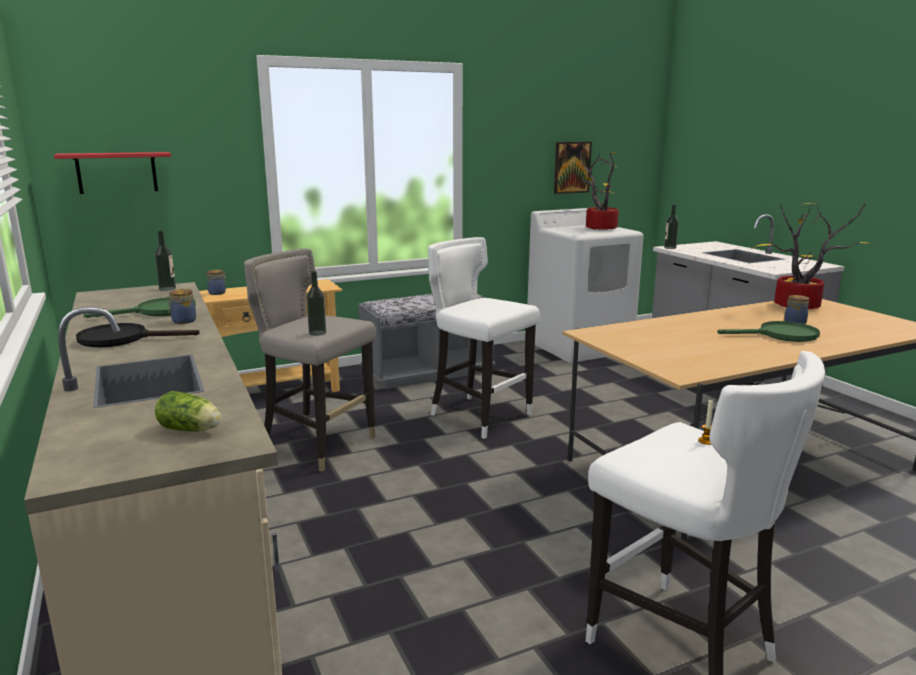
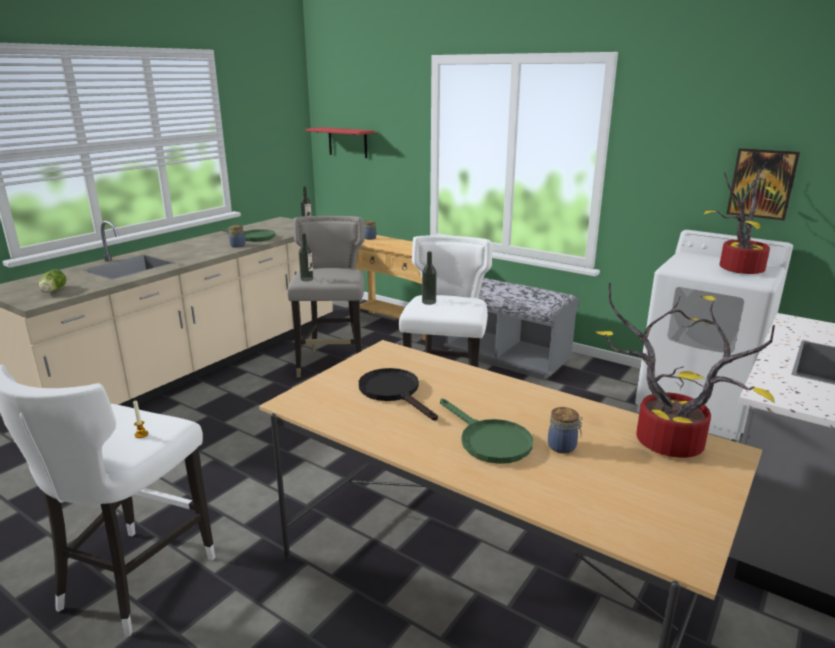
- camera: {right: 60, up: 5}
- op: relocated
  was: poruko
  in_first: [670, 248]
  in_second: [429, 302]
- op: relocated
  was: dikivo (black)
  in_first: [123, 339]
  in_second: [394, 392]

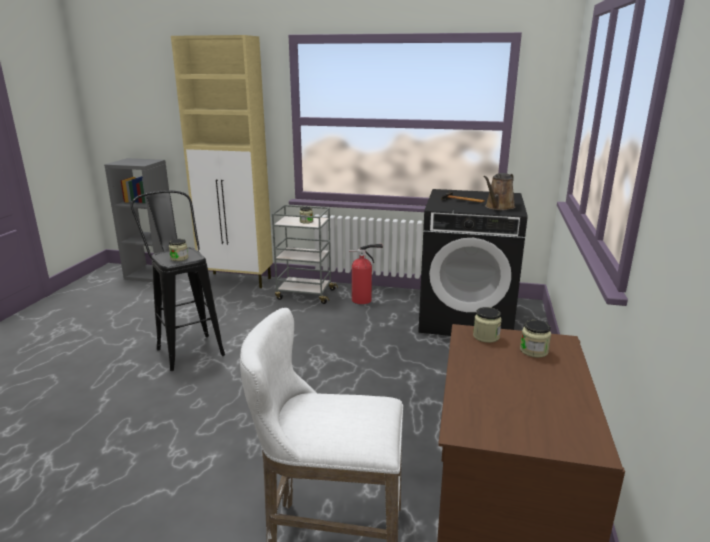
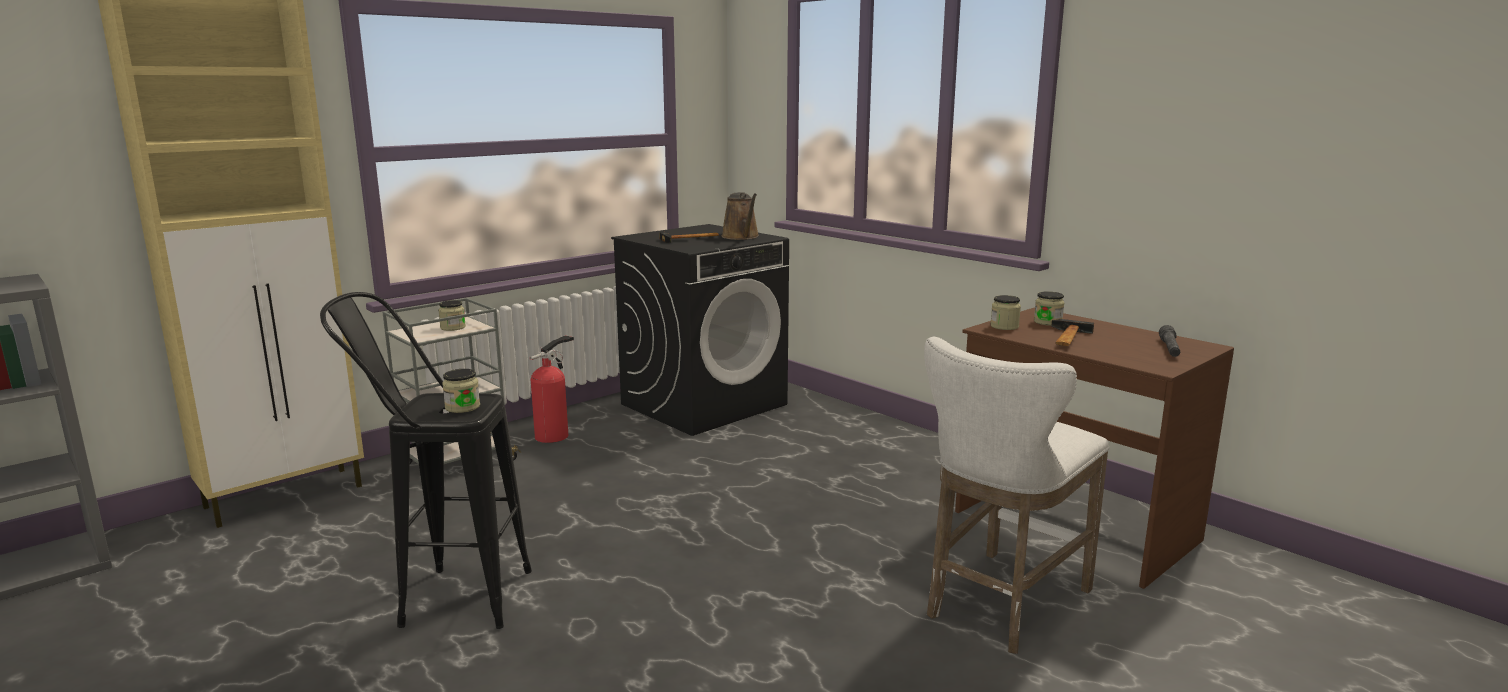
- camera: {right: -55, up: -5}
- op: appeared
  now: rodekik
  in_second: [1066, 338]
- op: appeared
  now: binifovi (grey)
  in_second: [1169, 349]

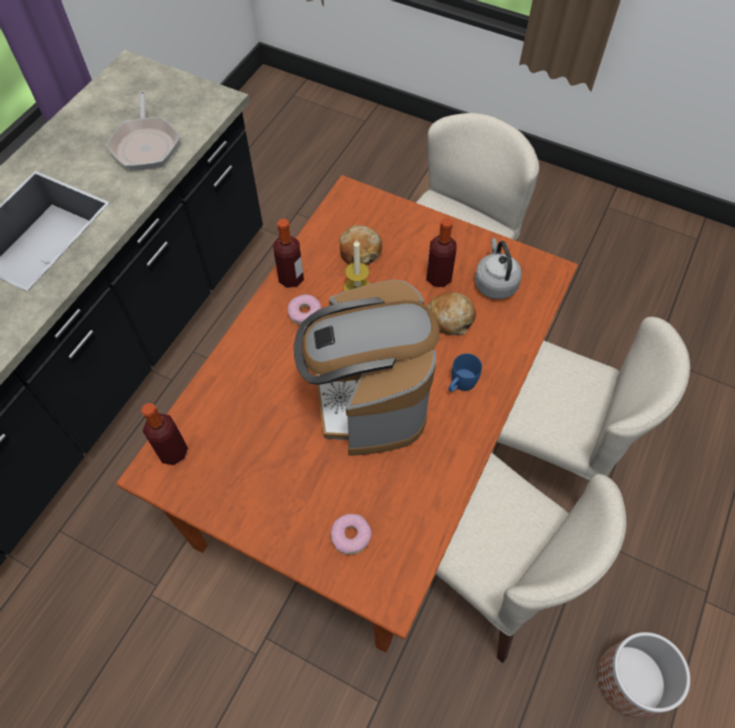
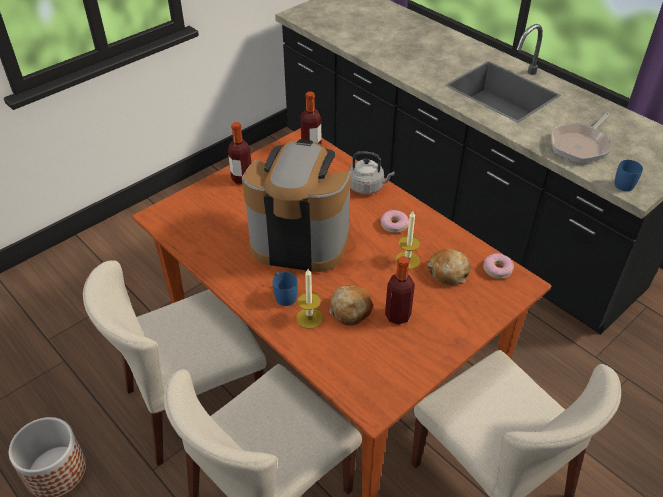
- camera: {right: 110, up: -15}
- op: spun
  was: dikivo
  in_first: [146, 145]
  in_second: [580, 145]
  clockwise: -60
- op: relocated
  was: poruko
  in_first: [291, 278]
  in_second: [242, 179]
- op: relocated
  was: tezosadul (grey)
  in_first: [495, 283]
  in_second: [367, 187]
- op: relocated
  was: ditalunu
  in_first: [351, 536]
  in_second: [497, 269]
- op: appeared
  now: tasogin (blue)
  in_second: [626, 183]
- op: appeared
  now: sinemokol
  in_second: [309, 318]

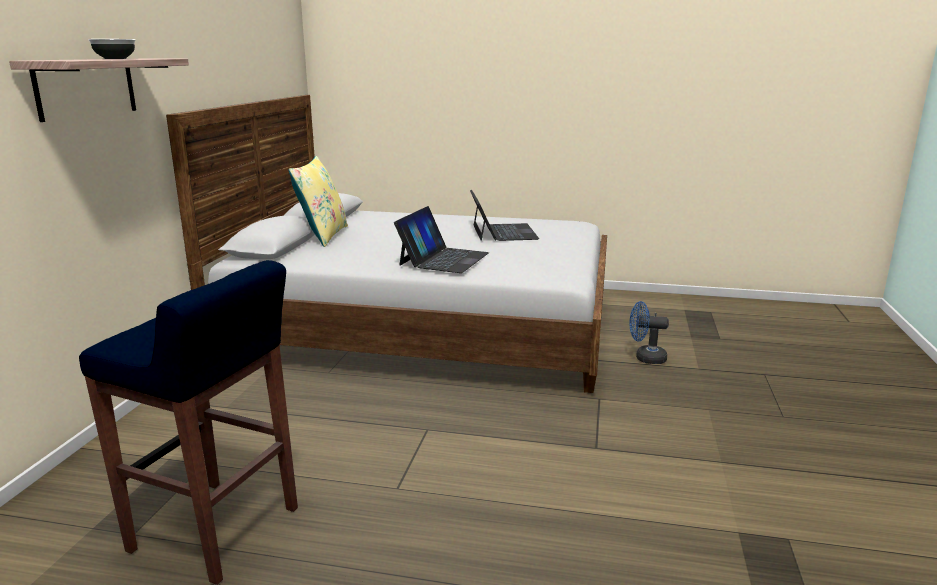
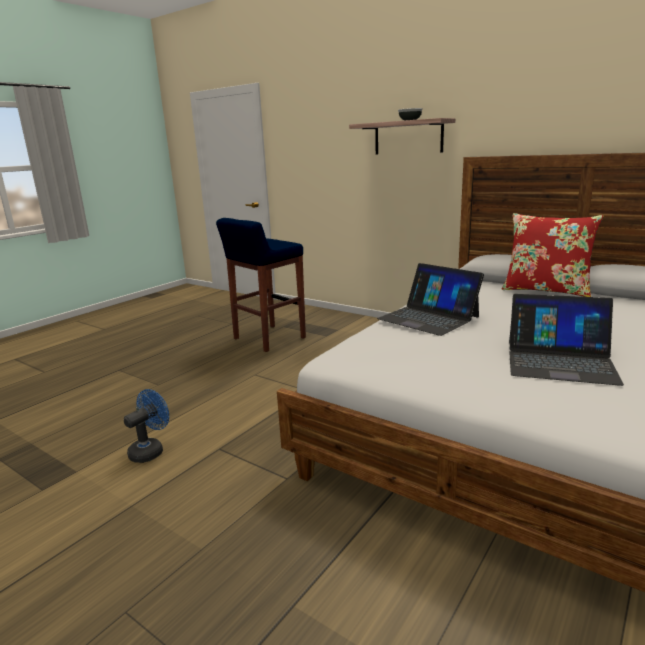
- camera: {right: 115, up: 0}
- op: colour
  was: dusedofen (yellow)
  now: dusedofen (red)
  in_first: [322, 236]
  in_second: [546, 290]
- op: relocated
  was: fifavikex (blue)
  in_first: [645, 358]
  in_second: [150, 450]

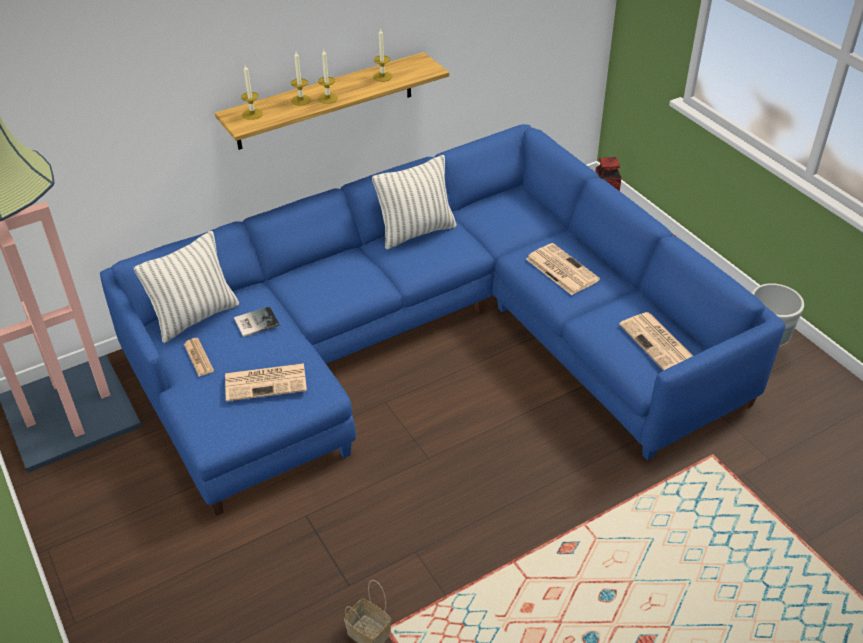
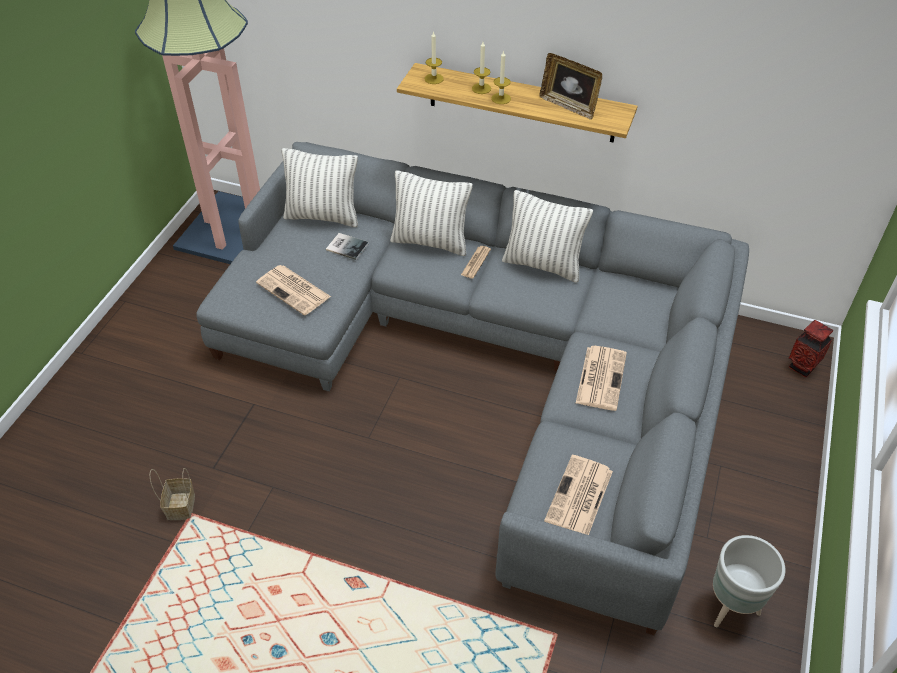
- camera: {right: 50, up: 5}
- op: exchanged
  was: sinemokol
  now: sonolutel
  in_first: [382, 76]
  in_second: [568, 106]
- op: colour
  was: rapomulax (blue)
  now: rapomulax (grey)
  in_first: [432, 338]
  in_second: [494, 361]
- op: relocated
  was: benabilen
  in_first: [198, 357]
  in_second: [475, 262]
- op: appeared
  now: dusedofen
  in_second: [430, 242]

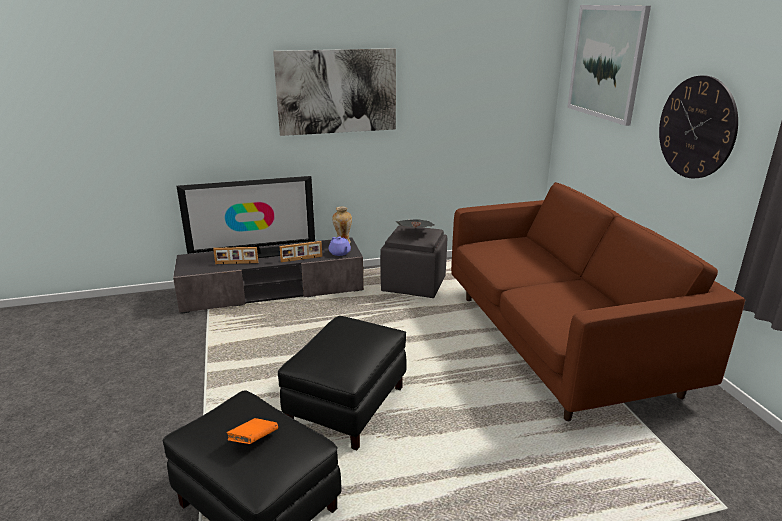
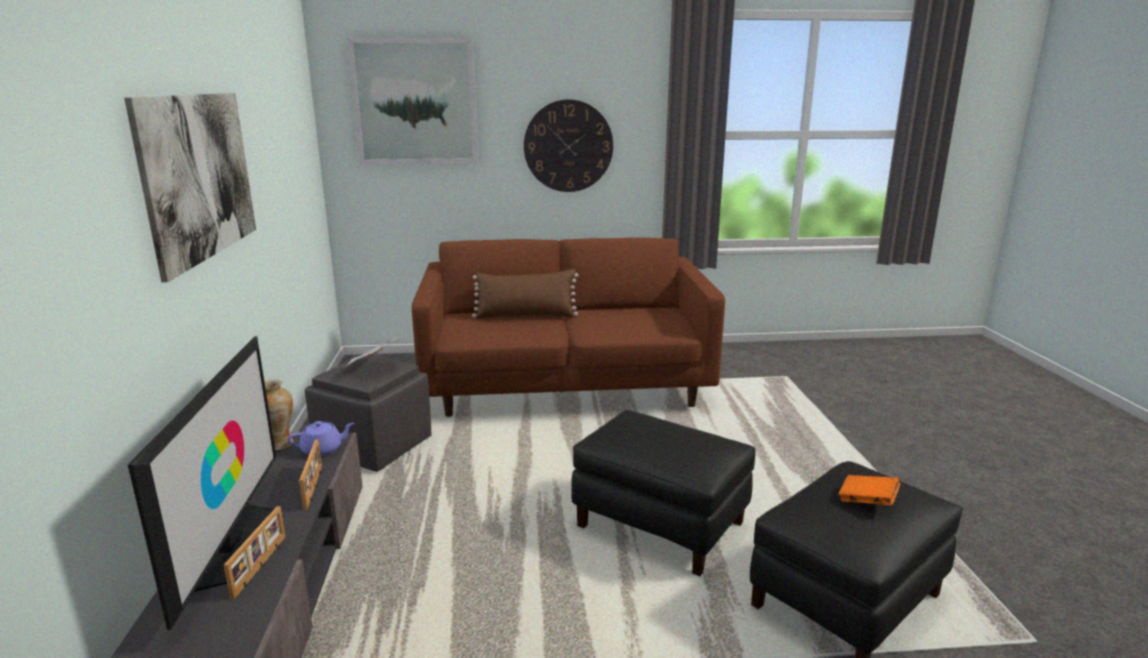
- camera: {right: -80, up: -5}
- op: appeared
  now: dusedofen (brown)
  in_second: [526, 316]

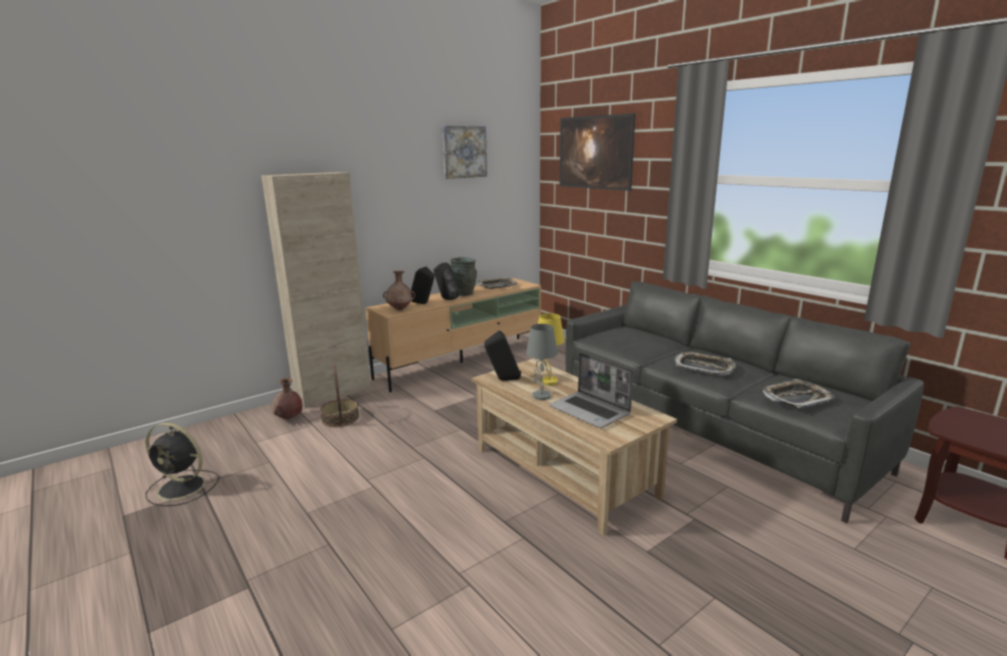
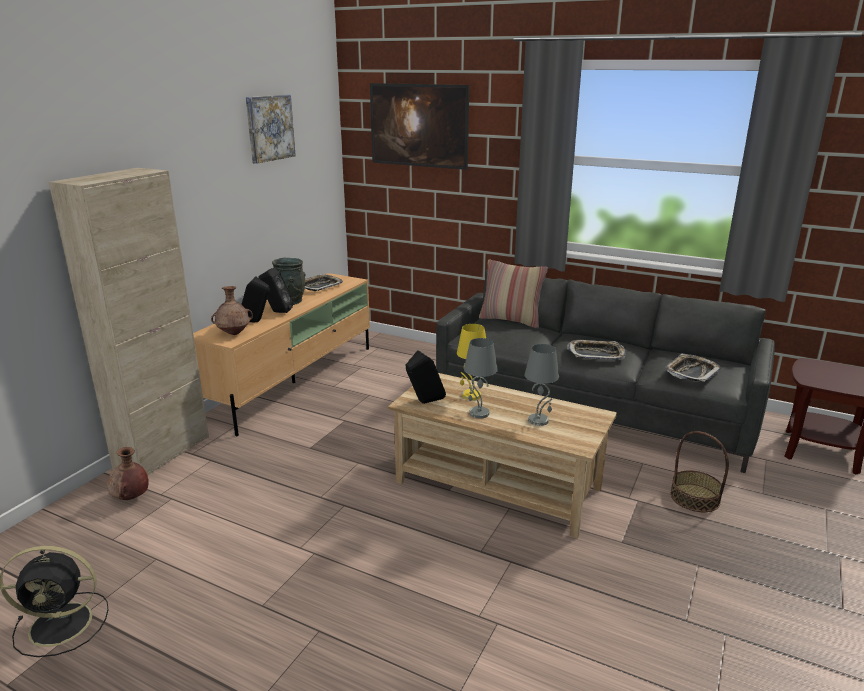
- camera: {right: -25, up: 5}
- op: exchanged
  was: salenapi
  now: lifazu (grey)
  in_first: [590, 411]
  in_second: [539, 420]
- op: relocated
  was: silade
  in_first: [340, 418]
  in_second: [695, 497]
- op: appeared
  now: dusedofen
  in_second: [511, 320]

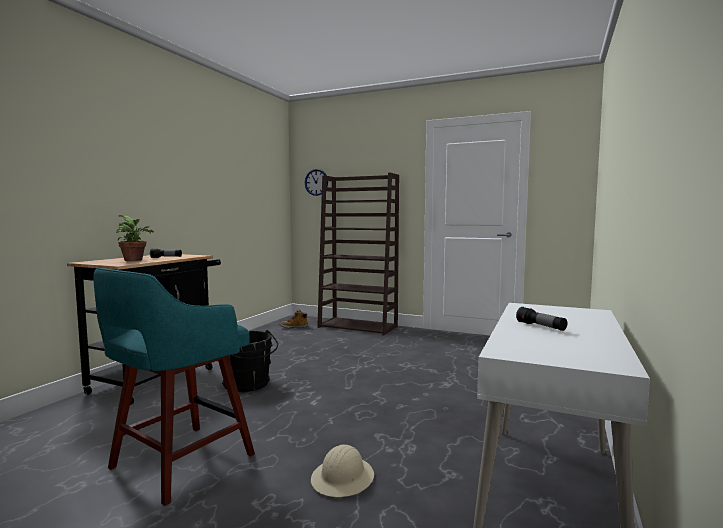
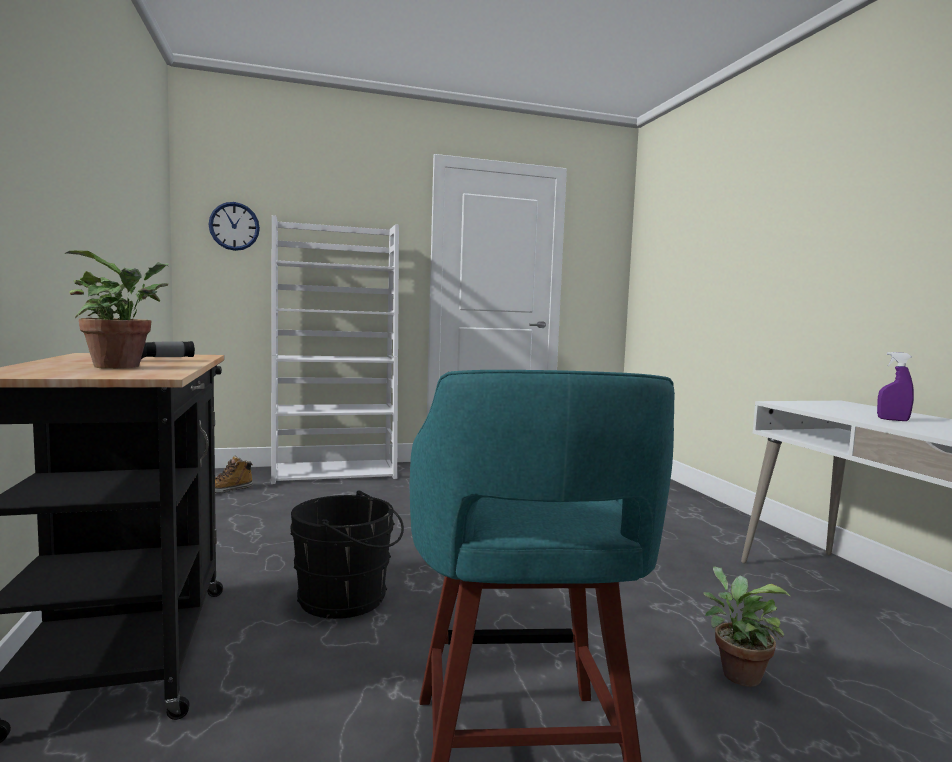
- camera: {right: -40, up: 0}
- op: colour
  was: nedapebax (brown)
  now: nedapebax (white)
  in_first: [358, 326]
  in_second: [335, 472]
- op: exchanged
  was: binifovi
  now: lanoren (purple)
  in_first: [541, 327]
  in_second: [893, 420]
- op: exchanged
  was: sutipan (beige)
  now: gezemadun
  in_first: [343, 478]
  in_second: [736, 673]

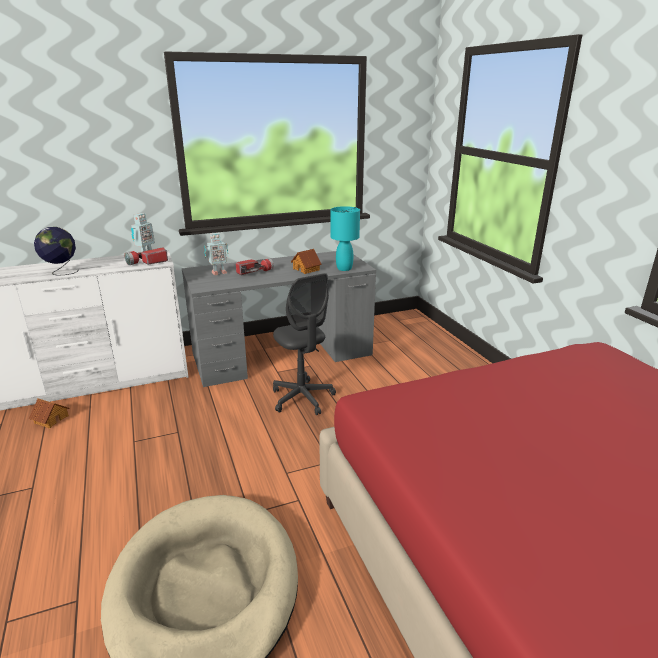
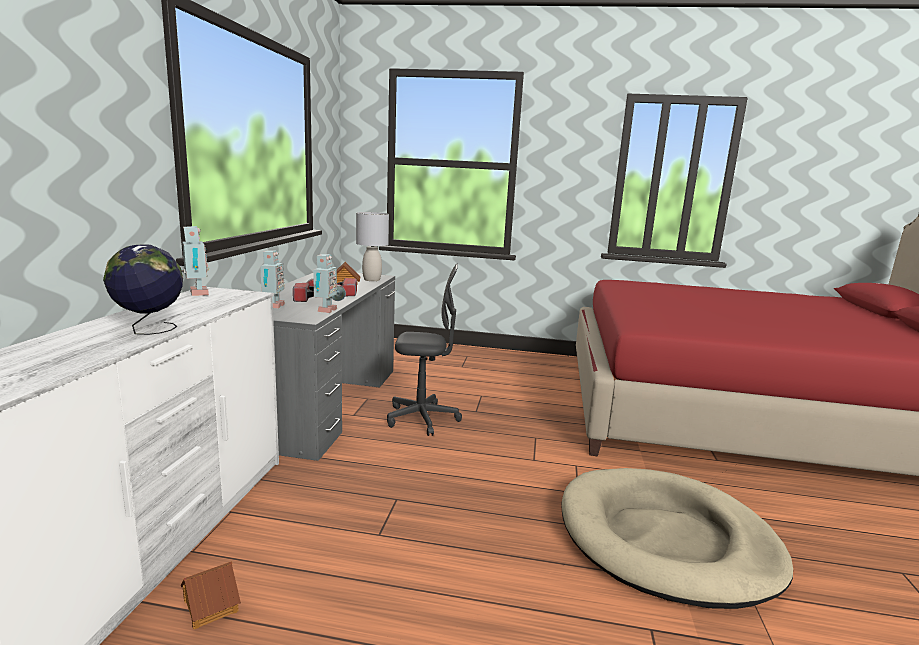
- camera: {right: -60, up: -10}
- op: colour
  was: lifazu (turquoise)
  now: lifazu (grey)
  in_first: [344, 268]
  in_second: [372, 279]
- op: relocated
  was: binifovi
  in_first: [147, 262]
  in_second: [343, 296]
- op: appeared
  now: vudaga
  in_second: [325, 310]

